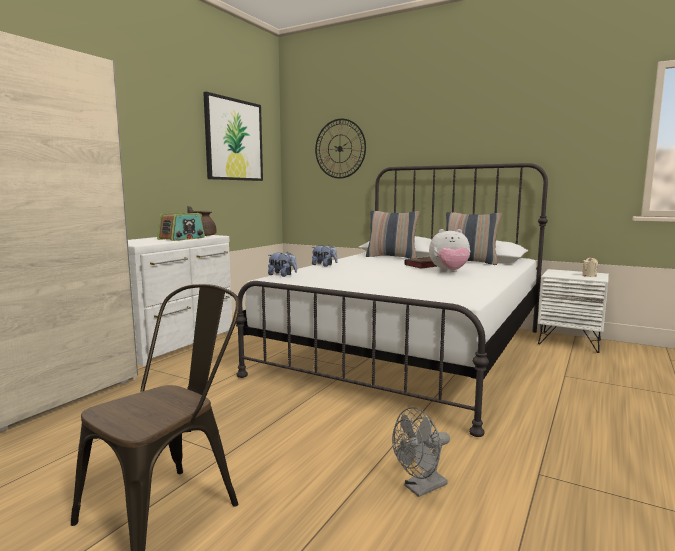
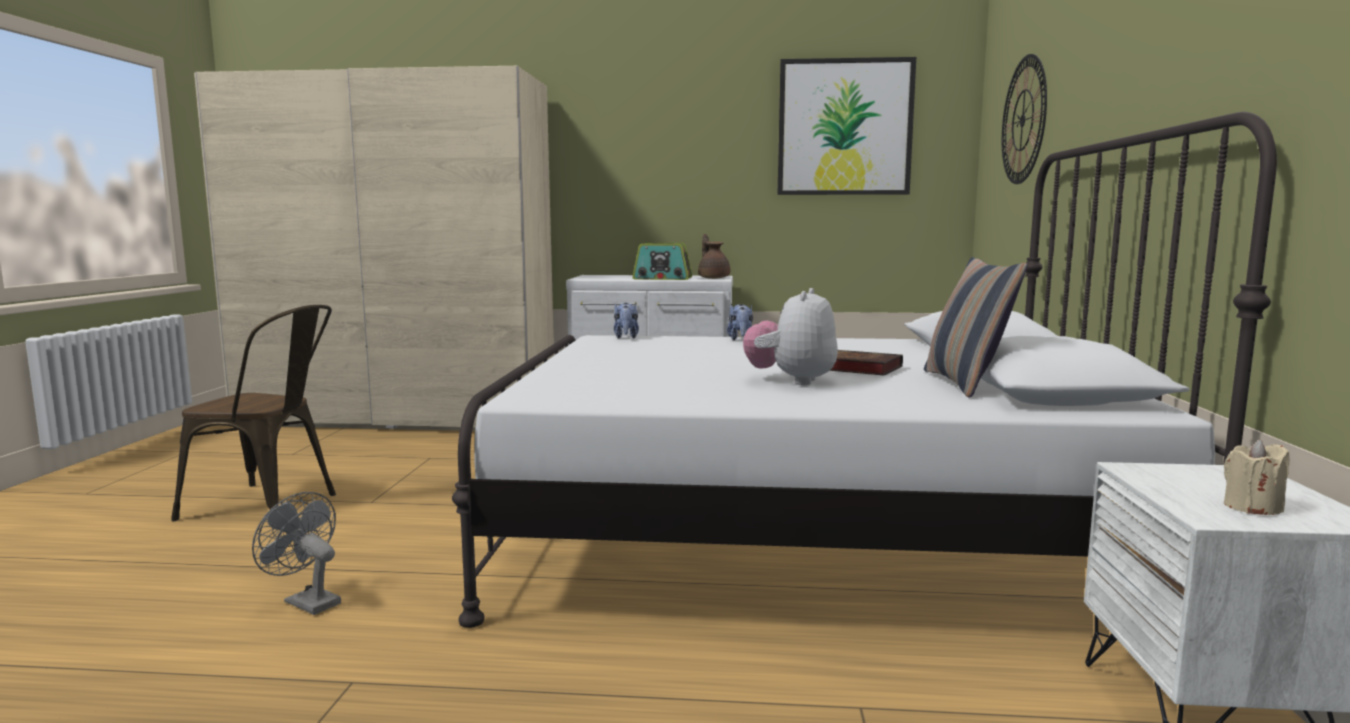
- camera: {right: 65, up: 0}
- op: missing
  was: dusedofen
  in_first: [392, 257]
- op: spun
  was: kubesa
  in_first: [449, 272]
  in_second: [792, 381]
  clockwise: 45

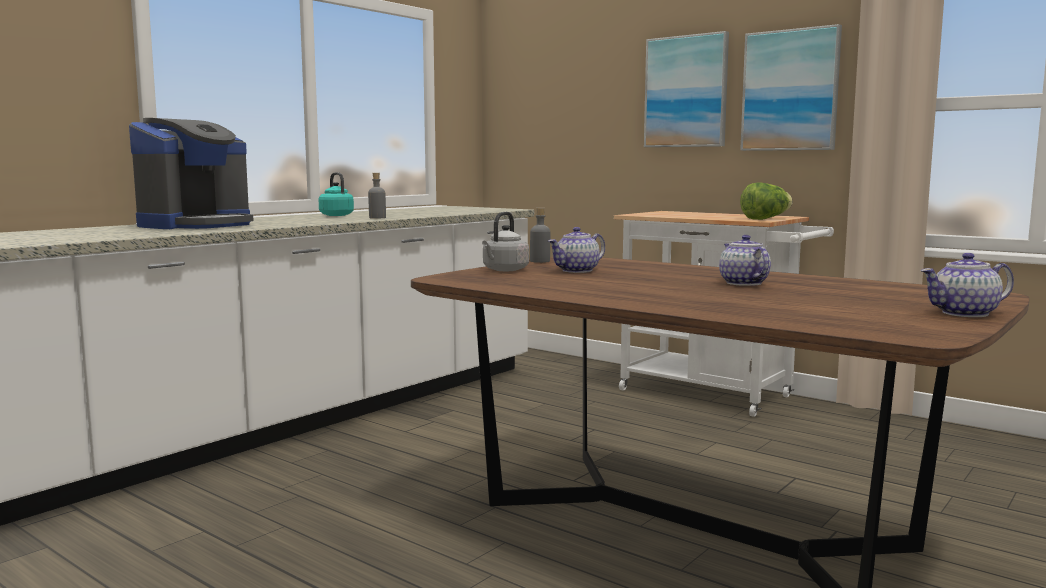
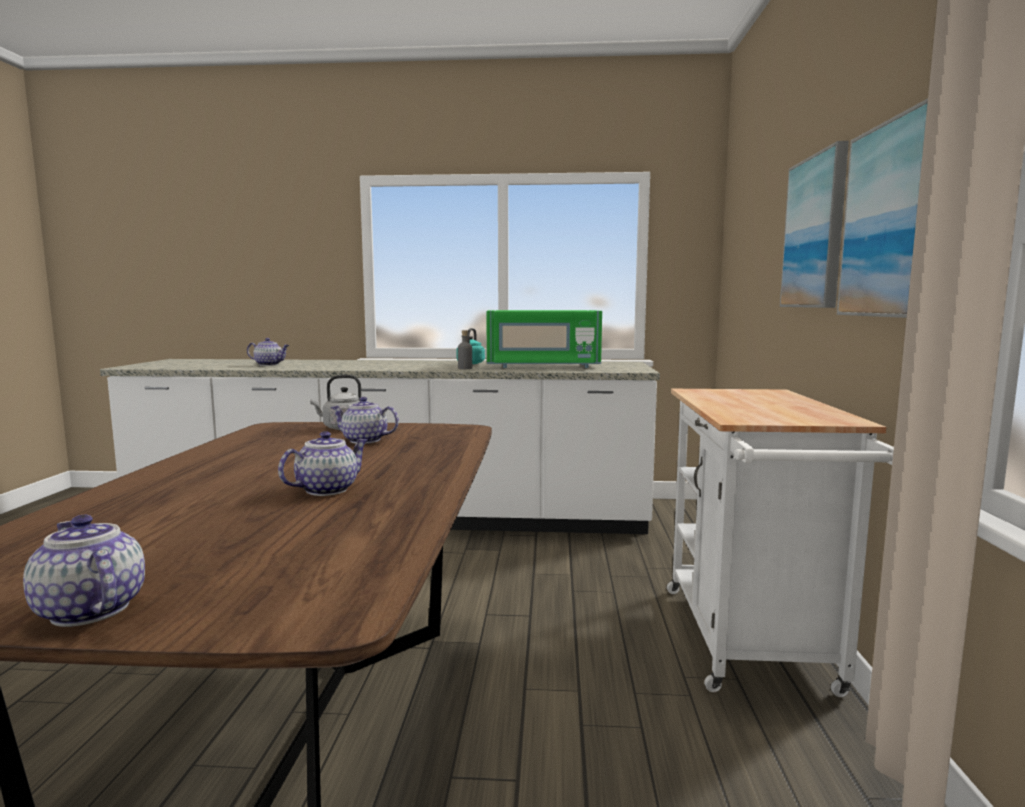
- camera: {right: 55, up: 0}
- op: missing
  was: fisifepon
  in_first: [197, 225]
- op: missing
  was: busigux
  in_first: [765, 219]
- op: missing
  was: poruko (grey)
  in_first: [540, 261]
- op: appeared
  now: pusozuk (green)
  in_second: [542, 366]
- op: appeared
  now: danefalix
  in_second: [269, 364]

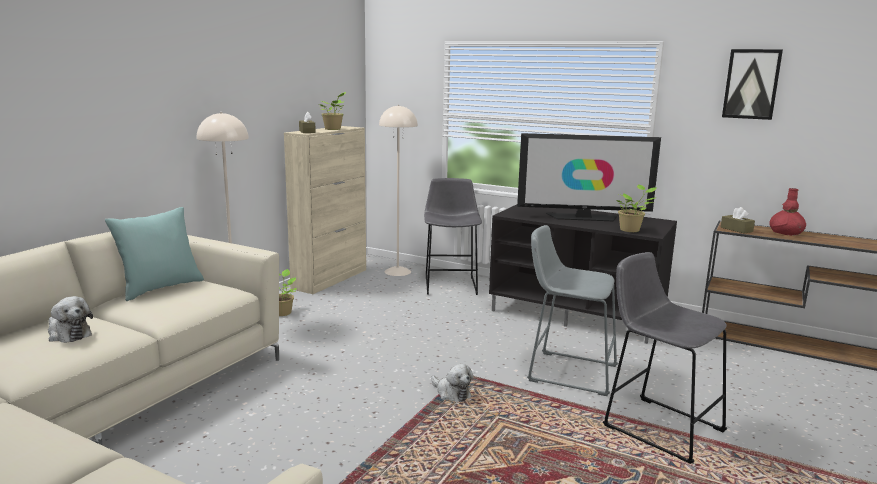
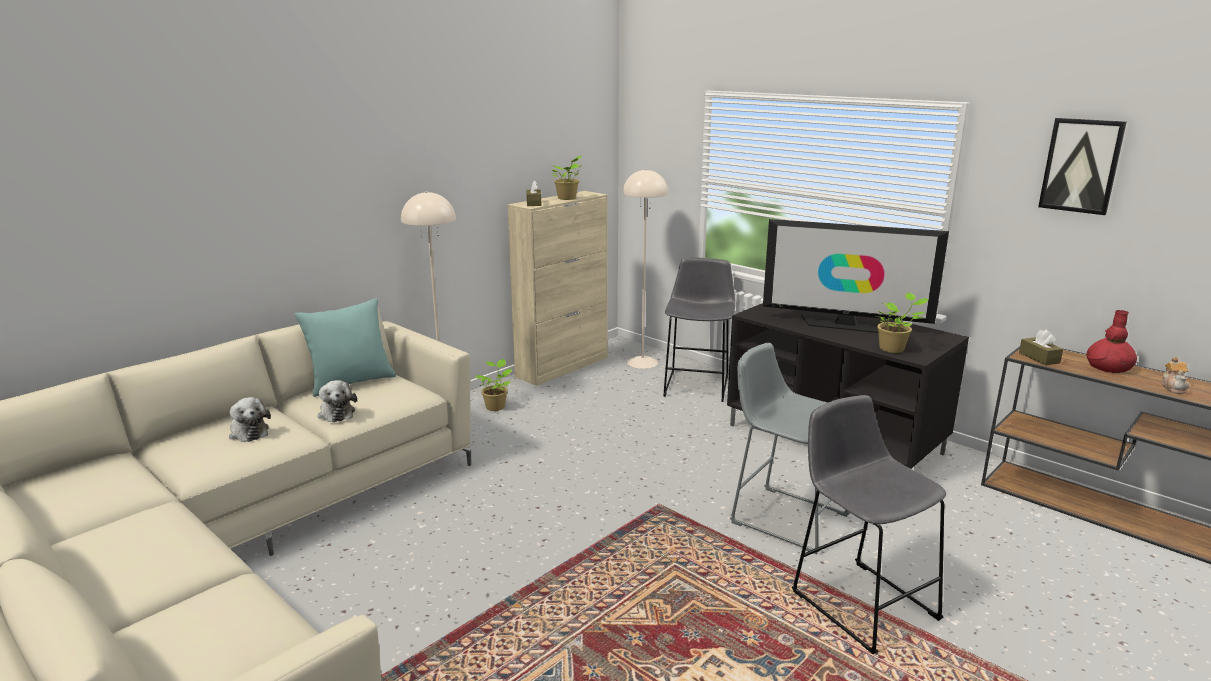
- camera: {right: 15, up: 5}
- op: relocated
  was: kubesa
  in_first: [451, 394]
  in_second: [336, 413]
- op: appeared
  now: danefalix
  in_second: [1173, 387]

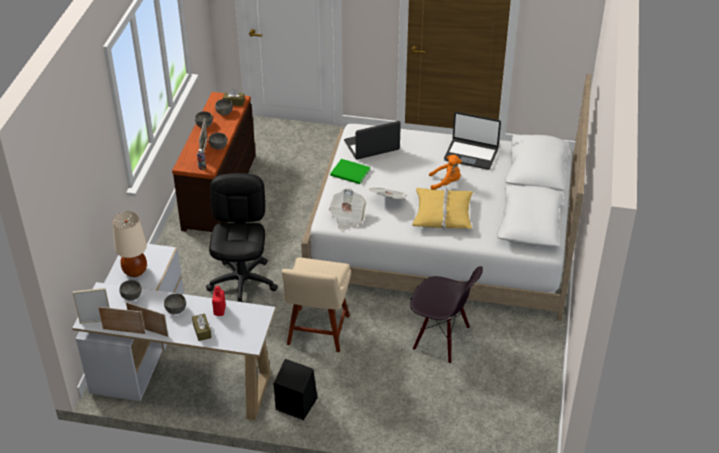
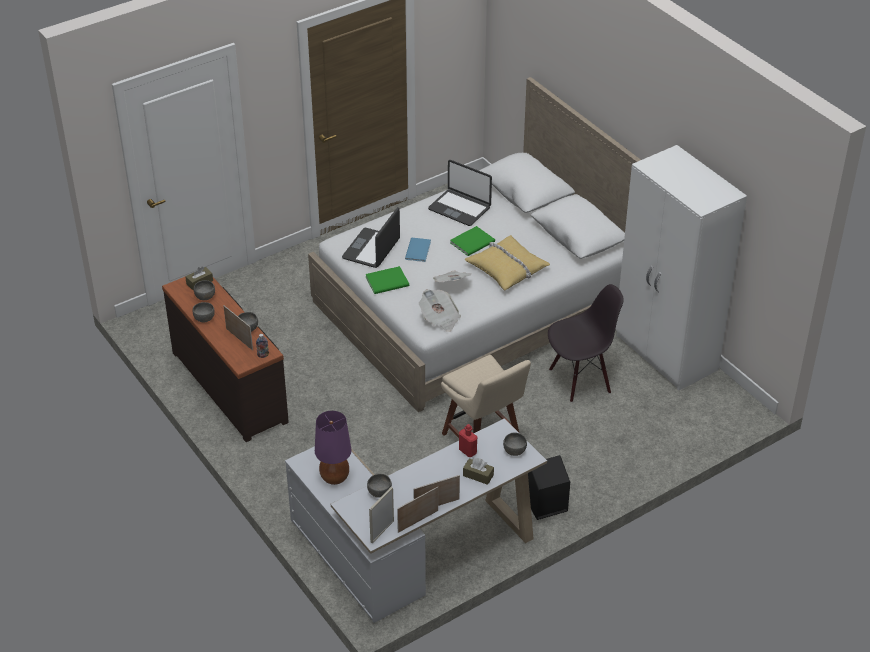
- camera: {right: -45, up: 0}
- op: spun
  was: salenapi
  in_first: [471, 154]
  in_second: [460, 208]
  clockwise: 60
- op: exchanged
  was: kubesa (orange)
  now: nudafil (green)
  in_first: [446, 182]
  in_second: [474, 242]
- op: missing
  was: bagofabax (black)
  in_first: [243, 282]
- op: colour
  was: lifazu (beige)
  now: lifazu (purple)
  in_first: [135, 271]
  in_second: [335, 477]
- op: relocated
  was: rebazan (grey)
  in_first: [176, 309]
  in_second: [514, 450]
- op: appeared
  now: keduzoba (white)
  in_second: [666, 354]
- op: appeared
  now: nudafil (blue)
  in_second: [419, 250]

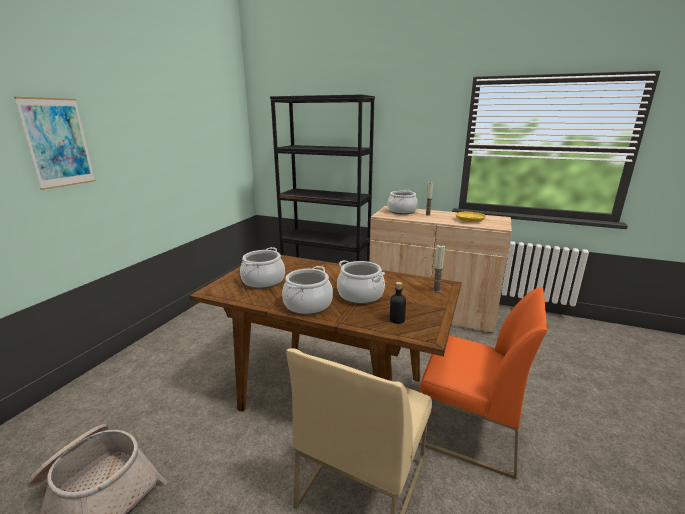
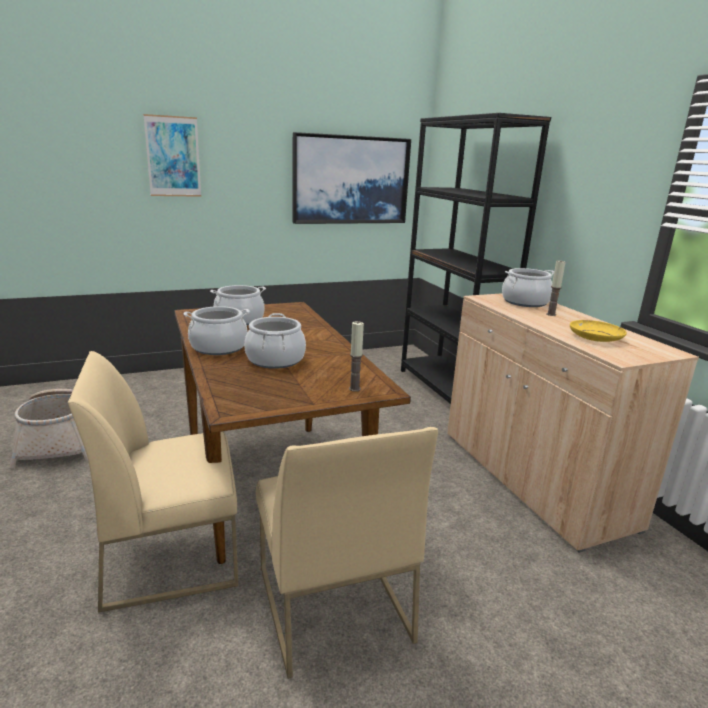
- camera: {right: 45, up: 0}
- op: missing
  was: poruko (black)
  in_first: [397, 320]
- op: colour
  was: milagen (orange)
  now: milagen (beige)
  in_first: [468, 429]
  in_second: [331, 602]
- op: appeared
  now: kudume
  in_second: [351, 180]

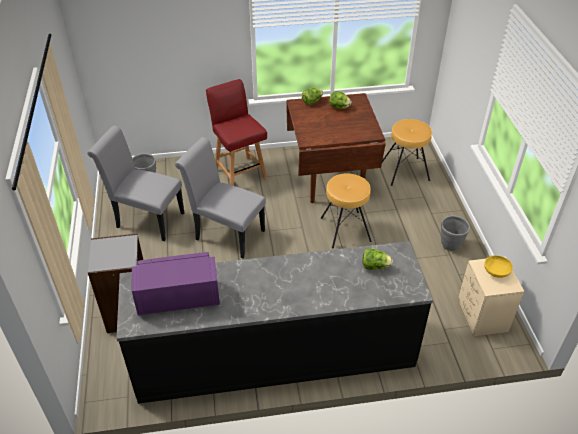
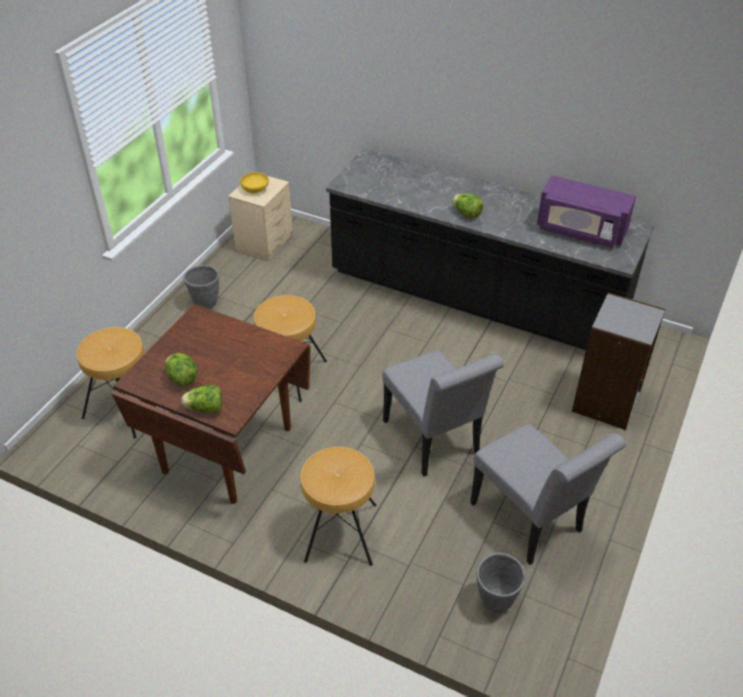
- camera: {right: -145, up: 0}
- op: exchanged
  was: milagen (red)
  now: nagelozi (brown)
  in_first: [239, 173]
  in_second: [340, 532]
- op: relocated
  was: busigux
  in_first: [375, 266]
  in_second: [466, 214]

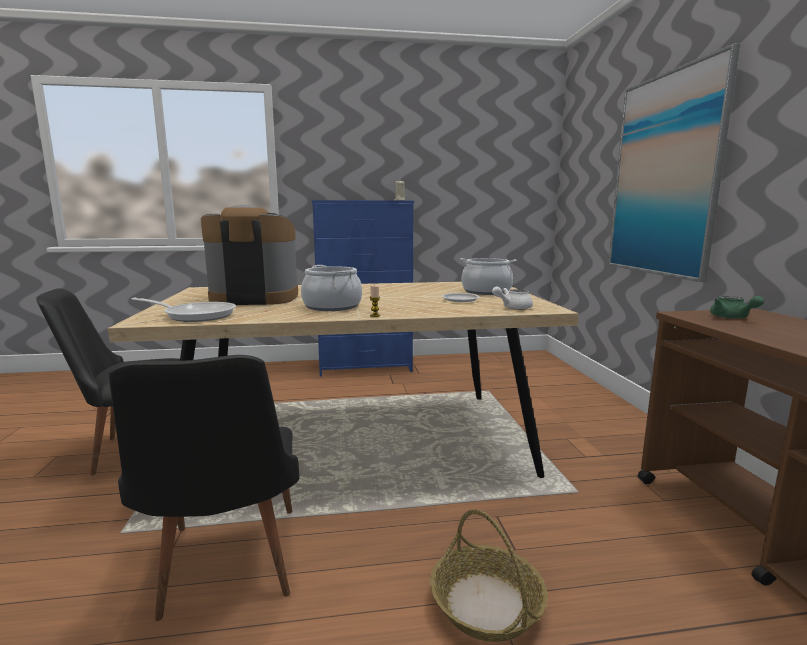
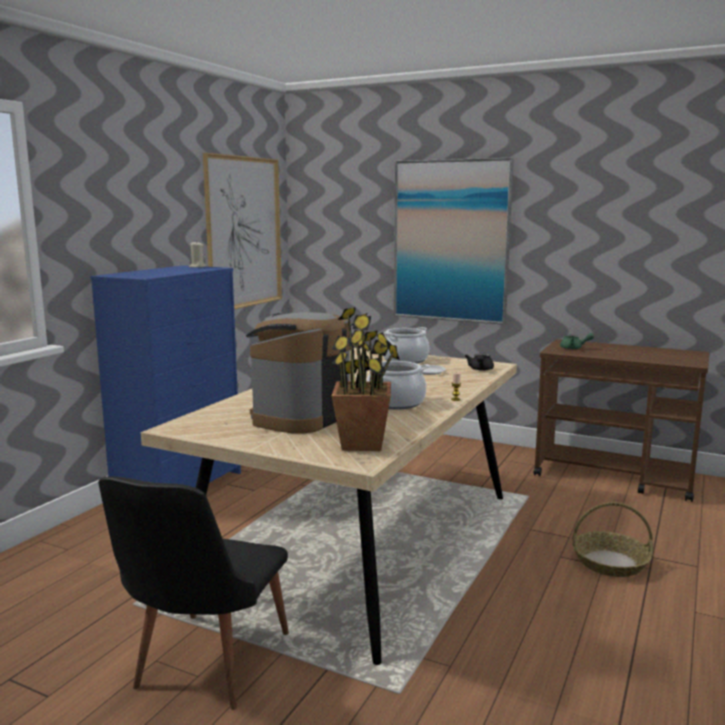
- camera: {right: -55, up: 0}
- op: colour
  was: danefalix (white)
  now: danefalix (black)
  in_first: [512, 308]
  in_second: [480, 369]
- op: exchanged
  was: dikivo
  now: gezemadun
  in_first: [195, 315]
  in_second: [362, 444]
- op: missing
  was: milagen (black)
  in_first: [226, 571]
- op: appeared
  now: kudume
  in_second: [244, 232]

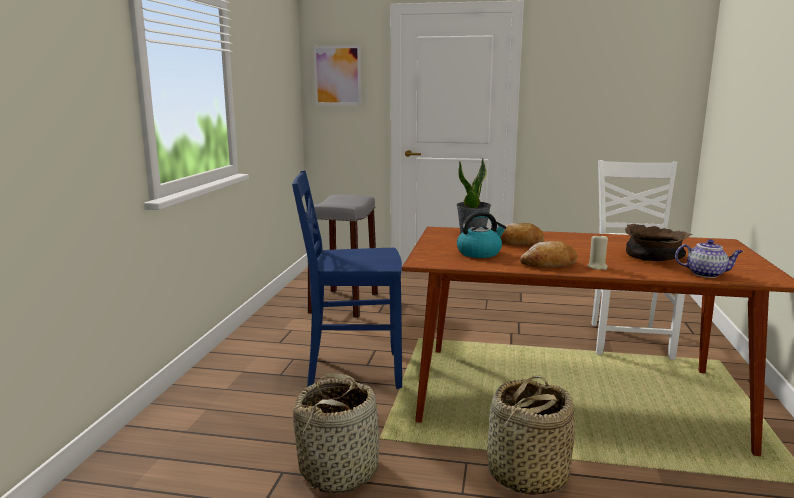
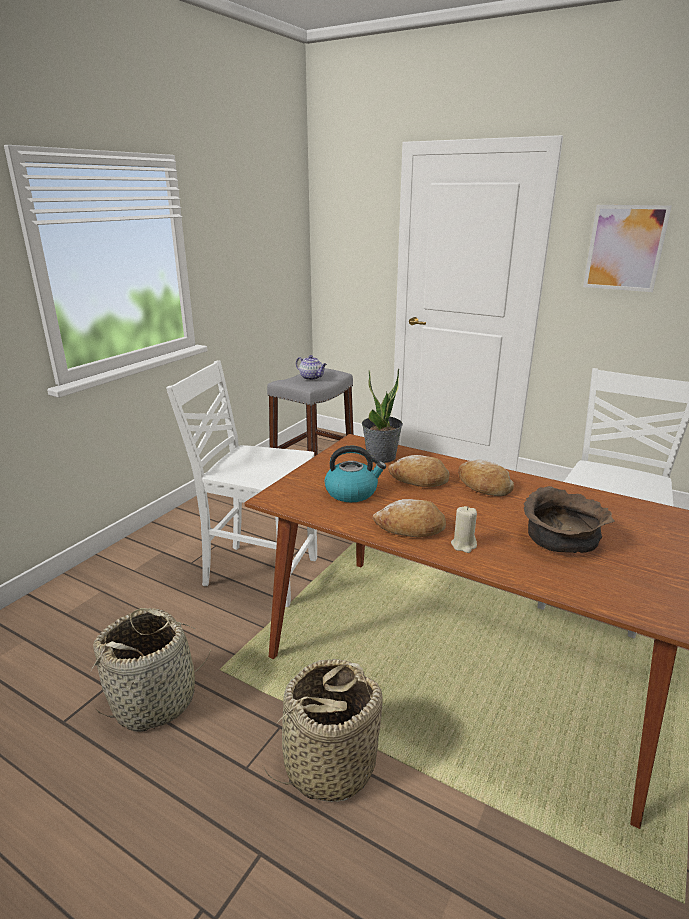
- camera: {right: 20, up: 10}
- op: relocated
  was: kudume
  in_first: [337, 75]
  in_second: [625, 248]
- op: colour
  was: milagen (blue)
  now: milagen (white)
  in_first: [352, 370]
  in_second: [258, 572]
- op: relocated
  was: danefalix
  in_first: [706, 274]
  in_second: [312, 378]
- op: appeared
  now: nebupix
  in_second: [483, 486]

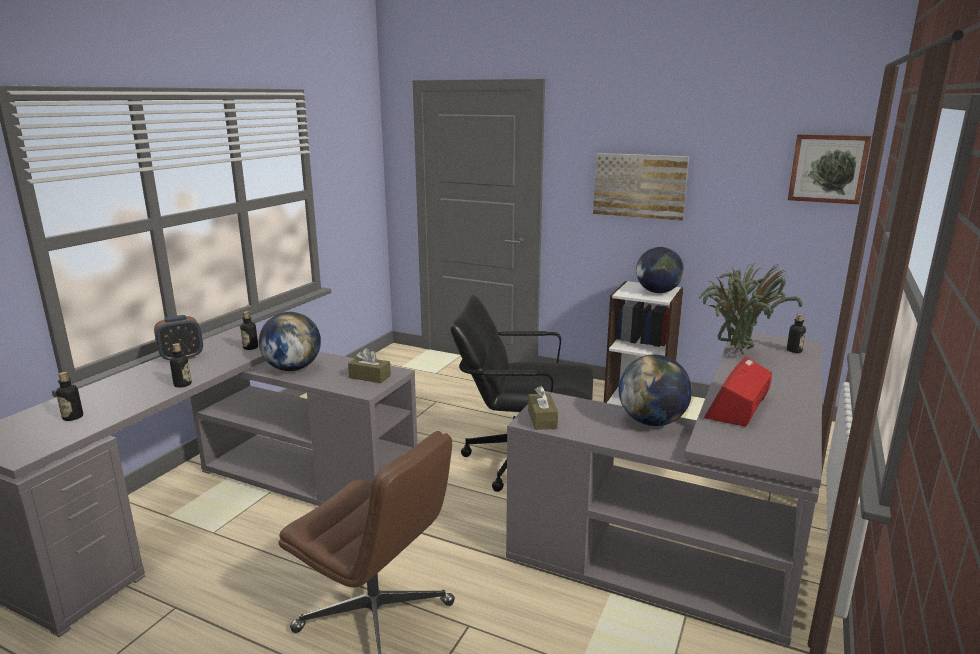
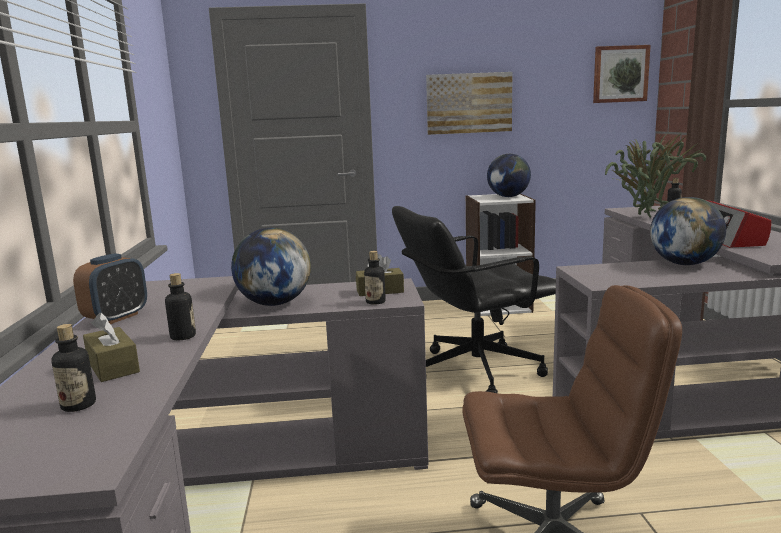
- camera: {right: -30, up: -5}
- op: relocated
  was: poruko
  in_first: [250, 347]
  in_second: [375, 302]
- op: relocated
  was: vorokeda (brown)
  in_first: [542, 419]
  in_second: [113, 366]

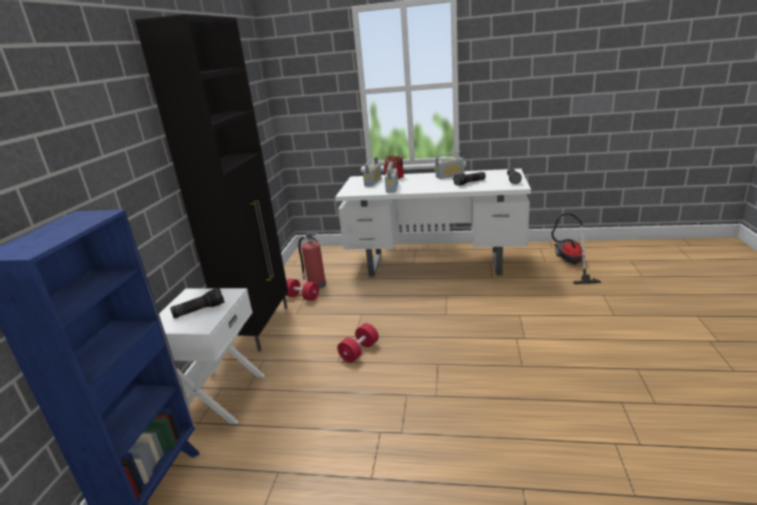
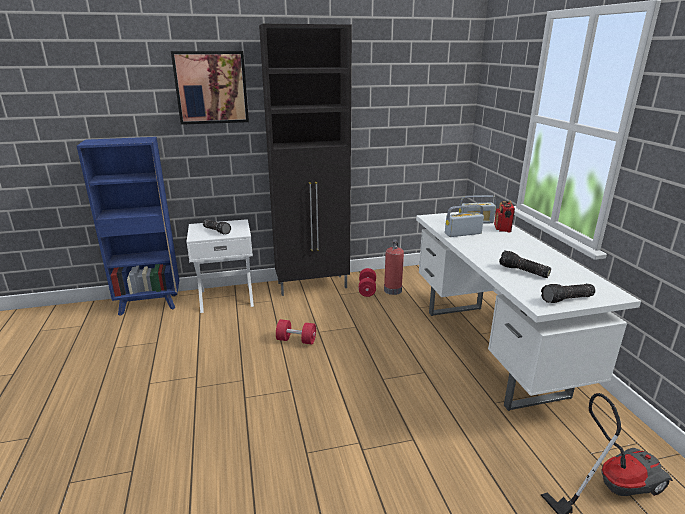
- camera: {right: 65, up: 0}
- op: missing
  was: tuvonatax
  in_first: [450, 175]
- op: appeared
  now: kudume
  in_second: [211, 87]

